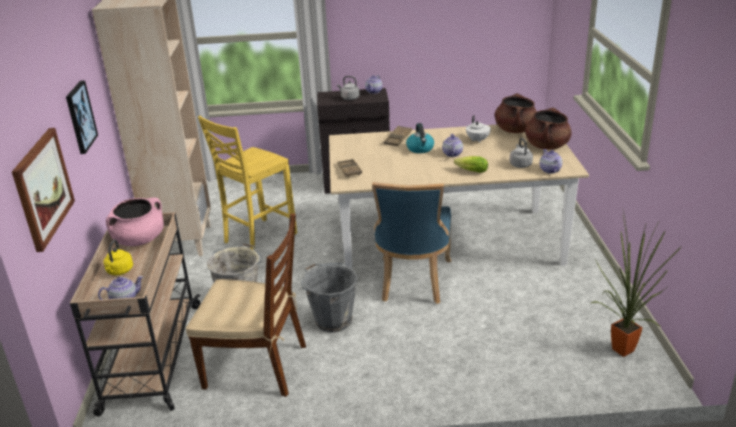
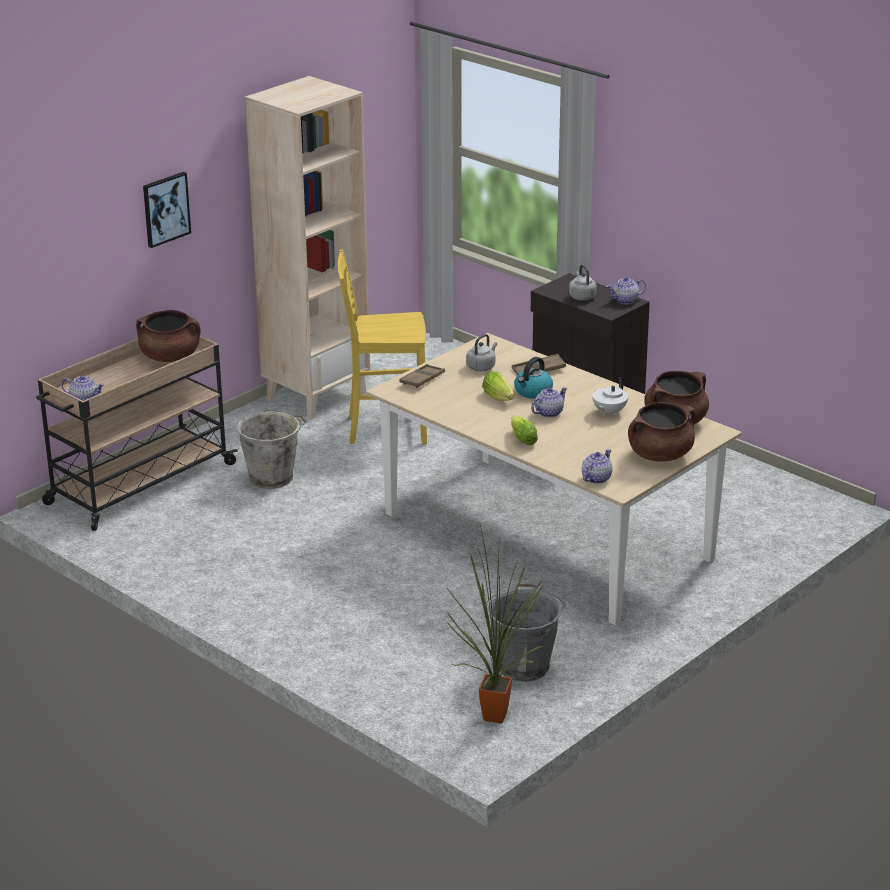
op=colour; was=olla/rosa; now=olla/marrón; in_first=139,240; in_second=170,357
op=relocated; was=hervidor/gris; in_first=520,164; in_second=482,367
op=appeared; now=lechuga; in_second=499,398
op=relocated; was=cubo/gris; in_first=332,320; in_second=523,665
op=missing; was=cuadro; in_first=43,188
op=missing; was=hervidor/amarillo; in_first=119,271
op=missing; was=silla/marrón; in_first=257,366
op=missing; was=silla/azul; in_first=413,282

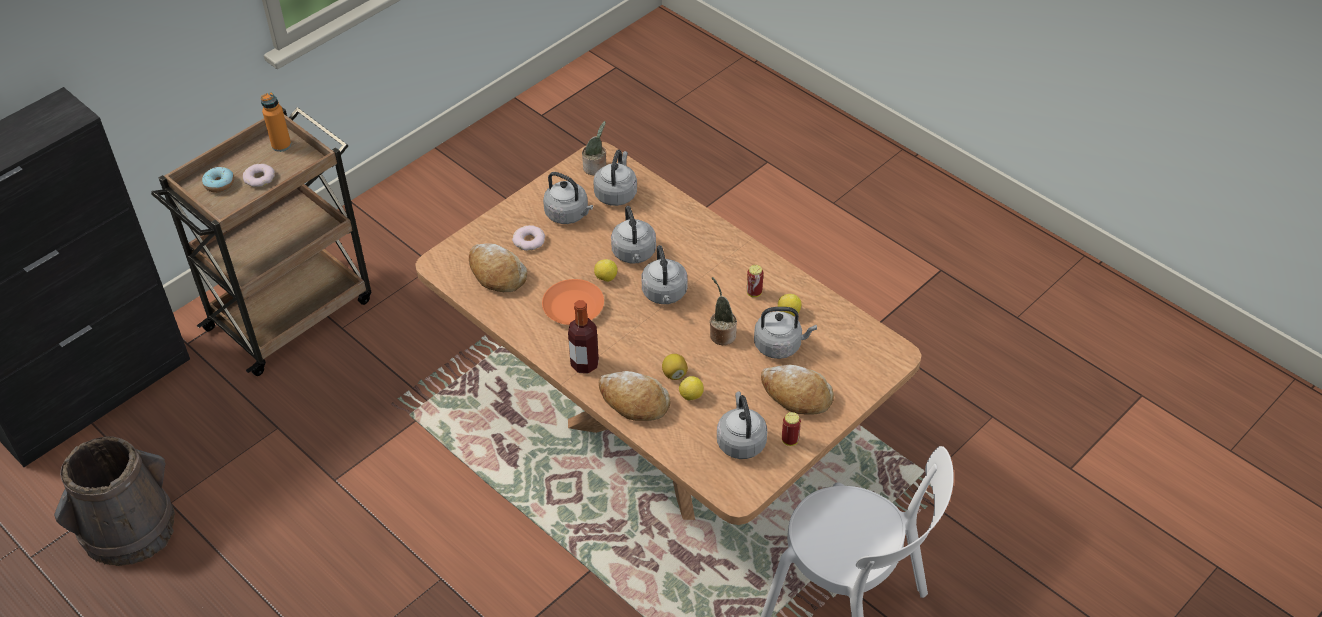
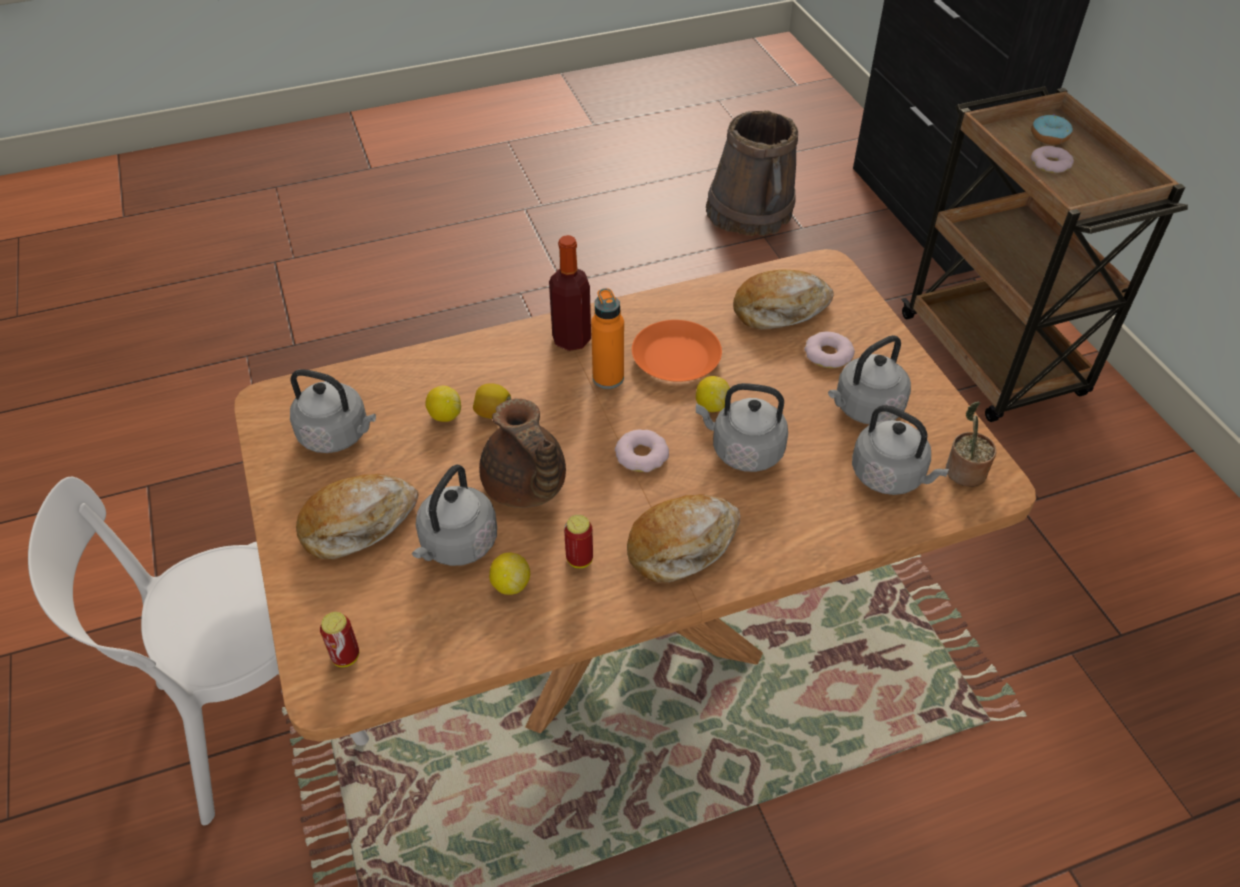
op=relocated; was=lata; in_first=790,440; in_second=345,656
op=exchanged; was=planta en maceta; now=tetera/marrón; in_first=721,334; in_second=525,487
op=relocated; was=botella/naranja; in_first=281,145; in_second=608,378
op=exchanged; was=hervidor/gris; now=rosquilla; in_first=665,294; in_second=642,455
op=relocated; was=pan; in_first=634,401; in_second=682,545

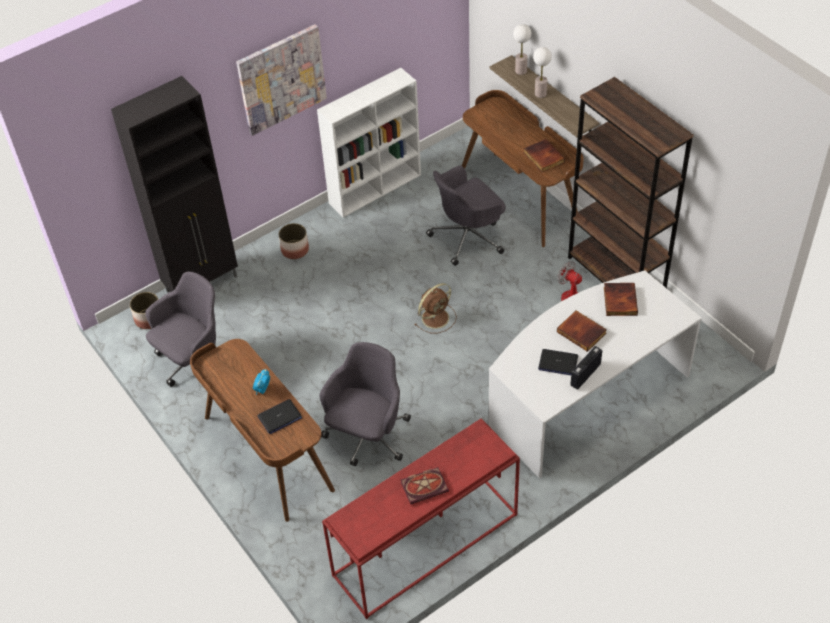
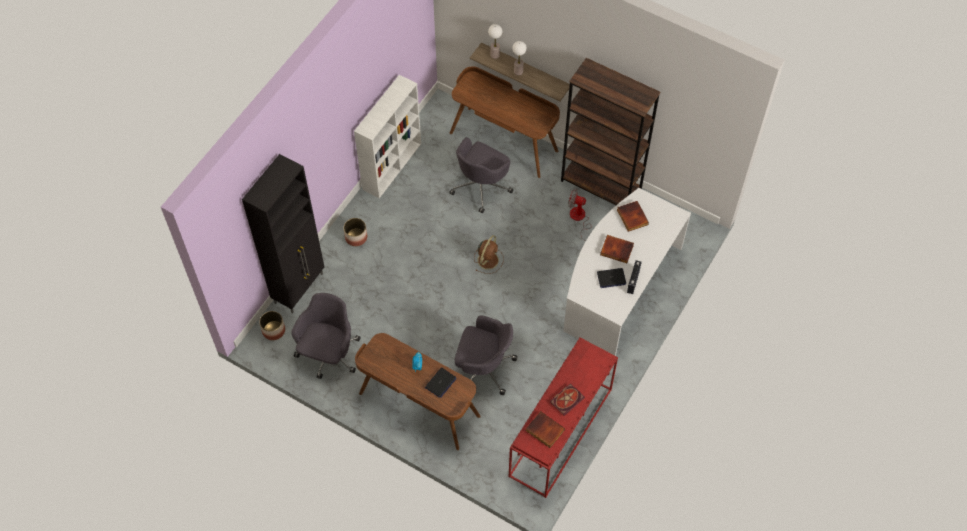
op=spun; was=silla de oficina/gris; in_first=367,436; in_second=483,368; clockwise=105
op=relocated; was=libro; in_first=543,157; in_second=544,430
op=missing; was=cuadro; in_first=281,79

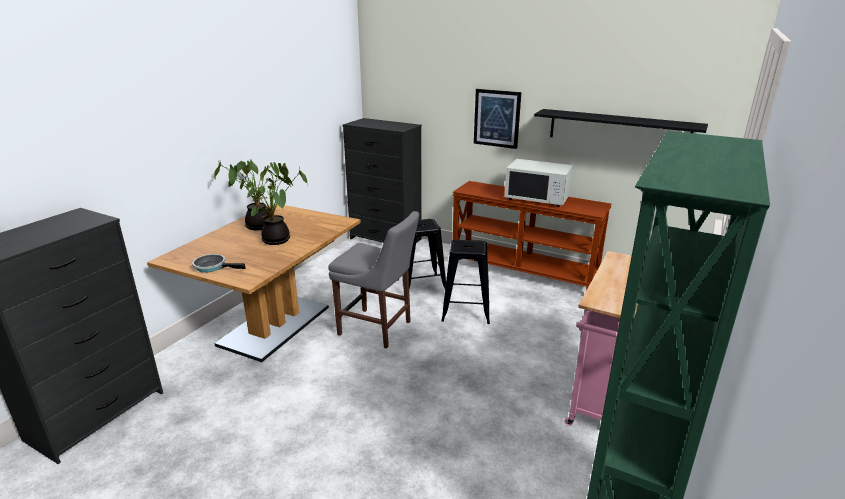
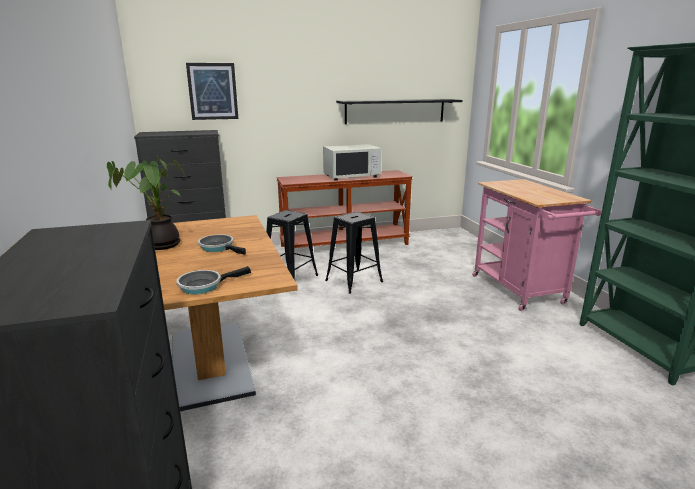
op=relocated; was=cuadro; in_first=497,118; in_second=212,91
op=exchanged; was=planta en maceta; now=sartén; in_first=277,241; in_second=219,247
op=missing; was=silla/gris; in_first=378,329

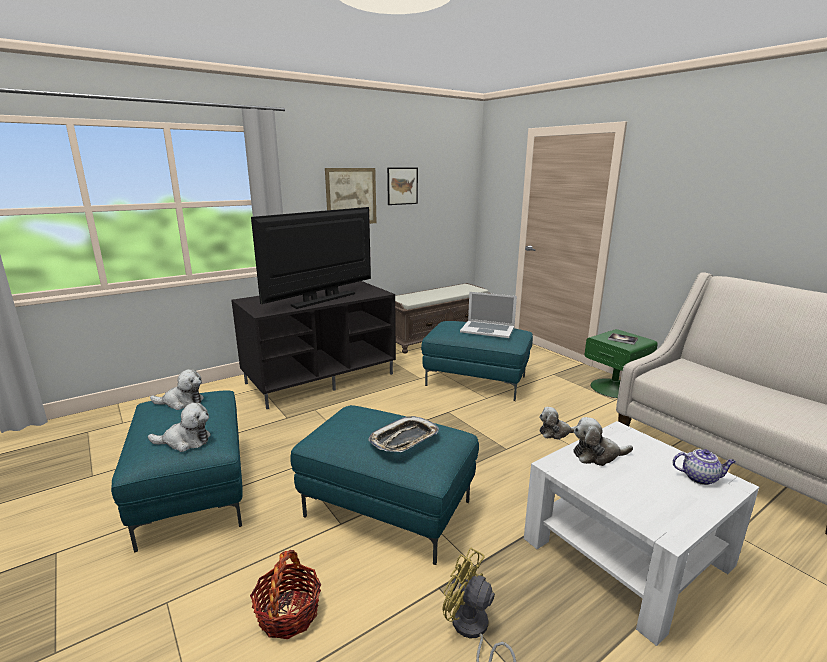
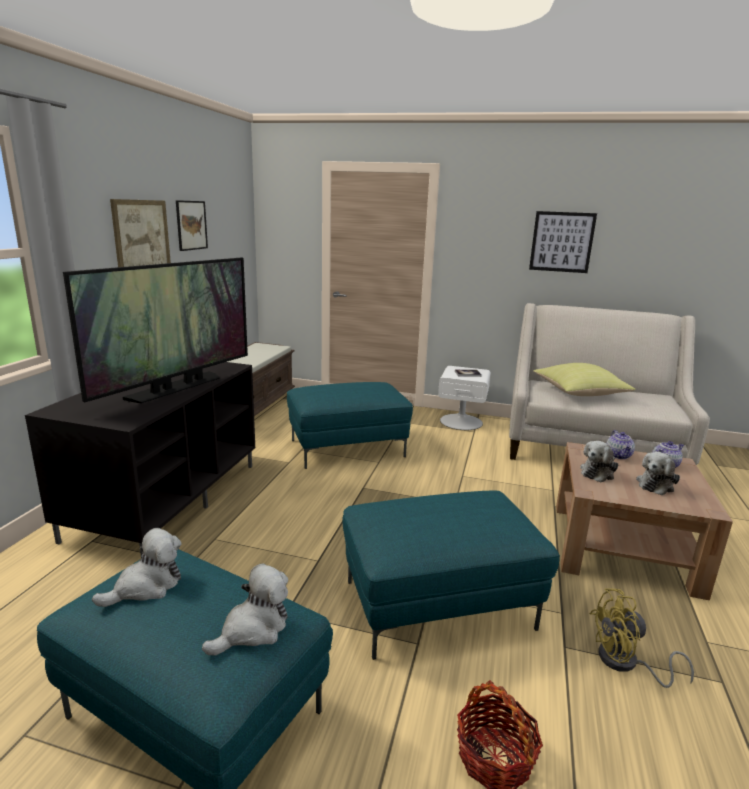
op=spun; was=televisor; in_first=323,299; in_second=176,388; clockwise=-150
op=colour; was=mesita de noche/verde; now=mesita de noche/blanco; in_first=614,388; in_second=461,421
op=appeared; now=cuadro; in_second=562,242
op=appeared; now=cojín/amarillo; in_second=579,394
op=colour; was=mesa de centro/blanco; now=mesa de centro/marrón; in_first=626,552; in_second=622,547
op=appeared; now=tetera; in_second=618,455
op=relocated; was=peluche; in_first=555,433; in_second=656,484
op=missing; was=bandeja; in_first=404,439
op=missing; was=portátil; in_first=487,329

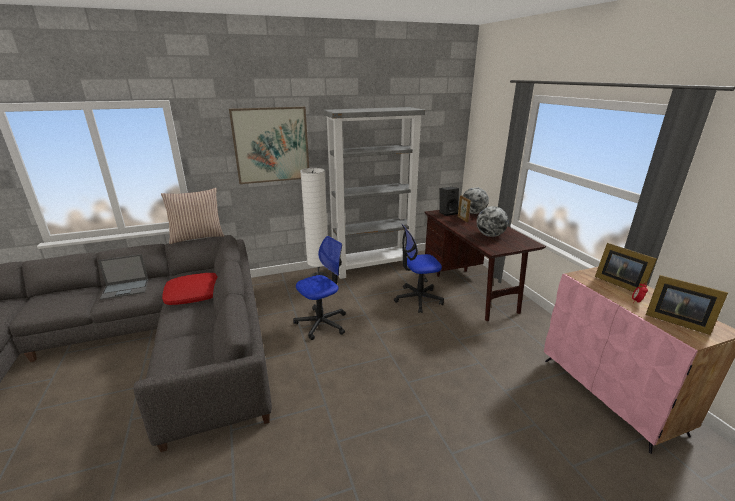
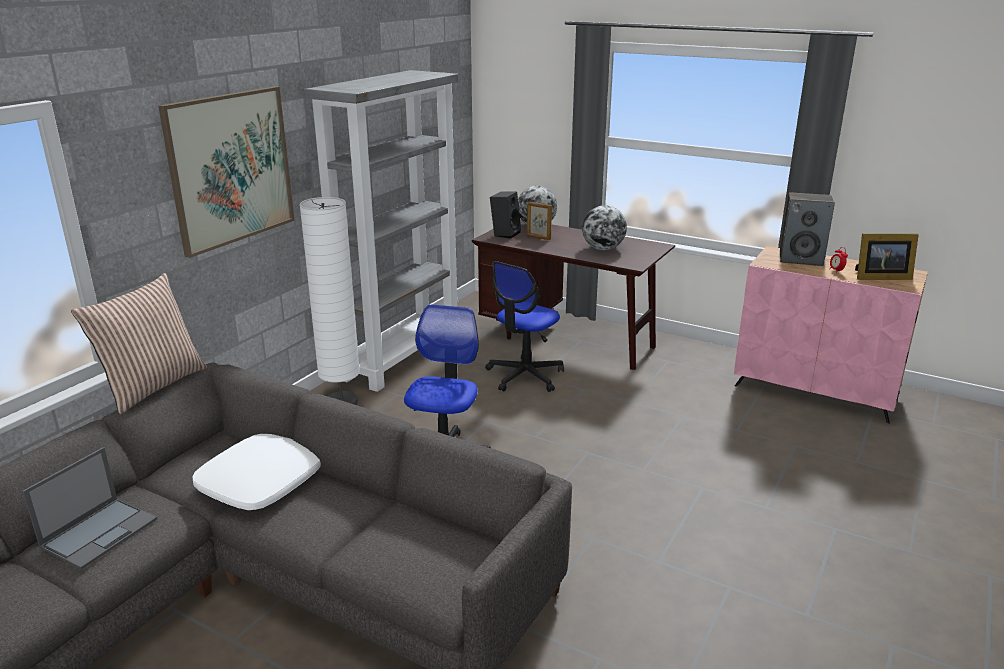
op=colour; was=cojín/rojo; now=cojín/blanco; in_first=194,294; in_second=260,482
op=exchanged; was=portarretratos; now=altavoz; in_first=618,283; in_second=801,259

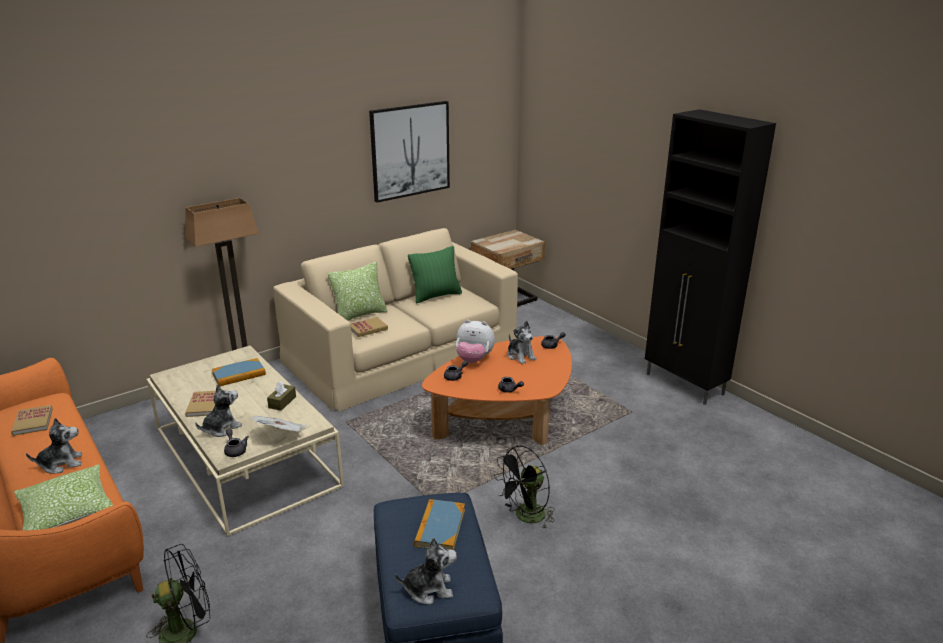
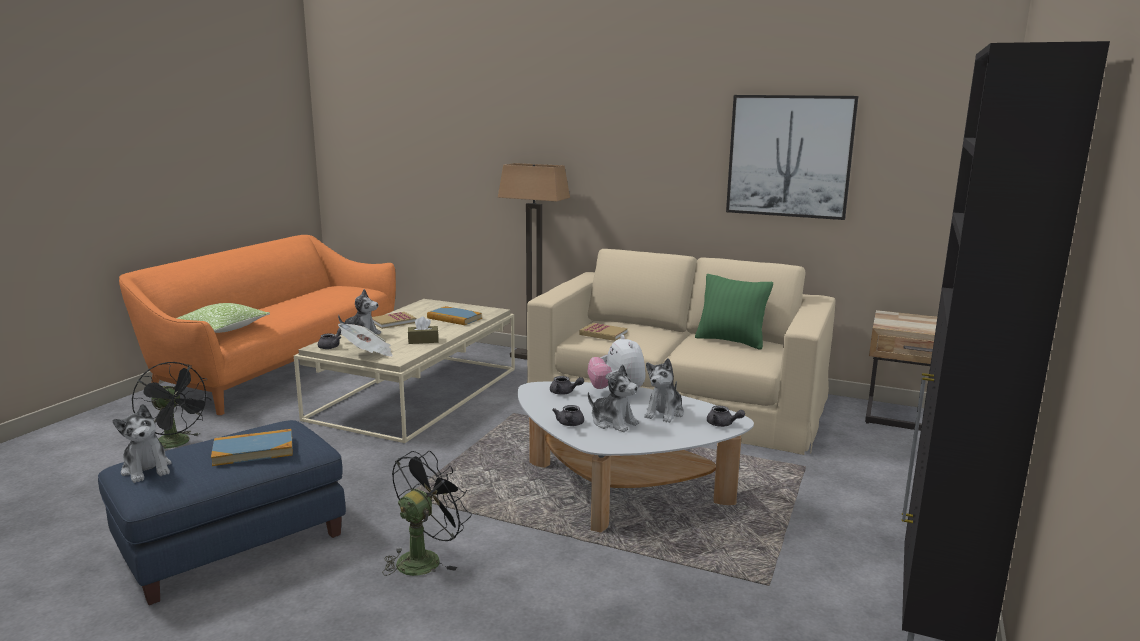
op=spun; was=ventilador/negro; in_first=526,517; in_second=424,558; clockwise=105
op=colour; was=mesa de centro/naranja; now=mesa de centro/blanco; in_first=506,420; in_second=620,493
op=relocated; was=peluche; in_first=61,464; in_second=613,422
op=missing; was=libro; in_first=33,422
op=missing; was=cojín; in_first=360,315

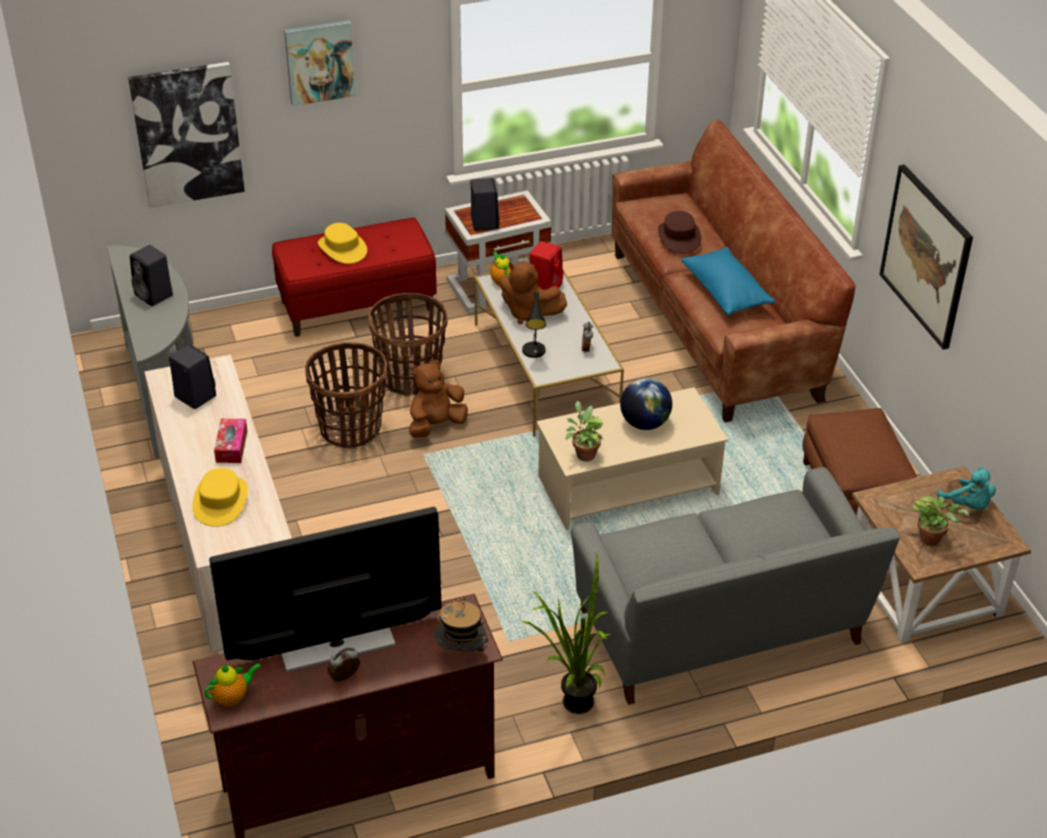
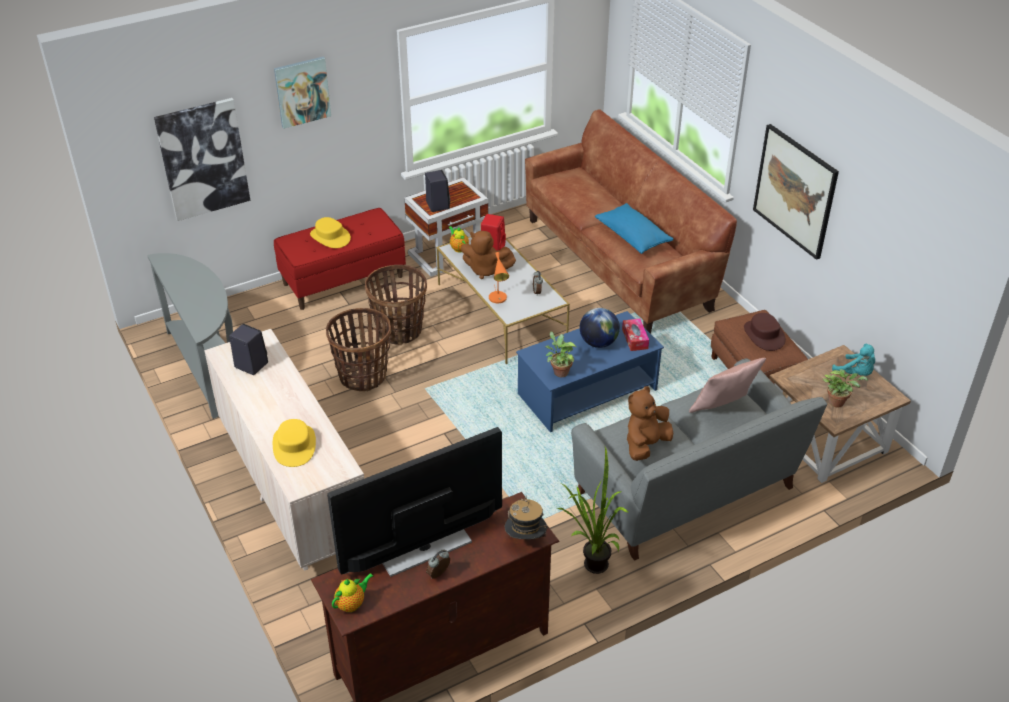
op=colour; was=lámpara de mesa/negro; now=lámpara de mesa/naranja; in_first=534,353; in_second=498,299
op=colour; was=mesa de centro/beis; now=mesa de centro/azul; in_first=627,486; in_second=586,392
op=relocated; was=caja de pañuelos; in_first=231,446; in_second=635,339
op=relocated; was=peluche/marrón; in_first=436,425; in_second=645,445
op=appeared; now=cojín/rosa; in_second=723,409
op=relocated; was=sombrero/marrón; in_first=679,237; in_second=763,335
op=missing; was=altavoz/negro; in_first=155,295

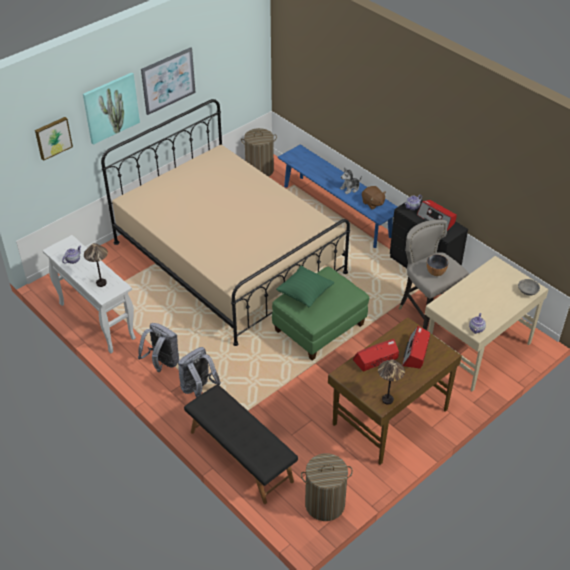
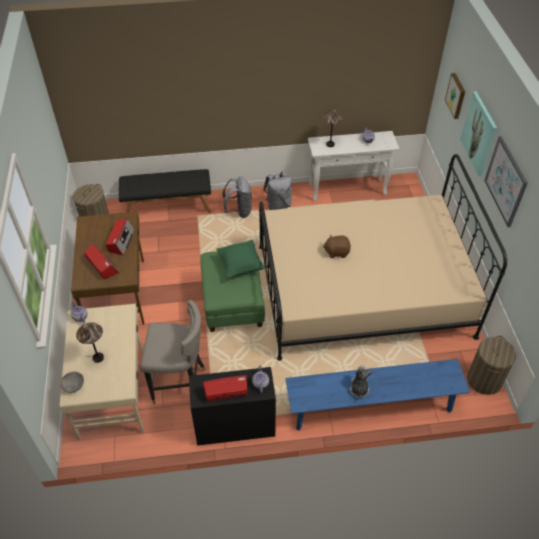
op=relocated; was=lámpara de mesa; in_first=387,400; in_second=98,358
op=relocated; was=peluche/marrón; in_first=372,203; in_second=337,252
op=missing; was=cuenco; in_first=435,272

